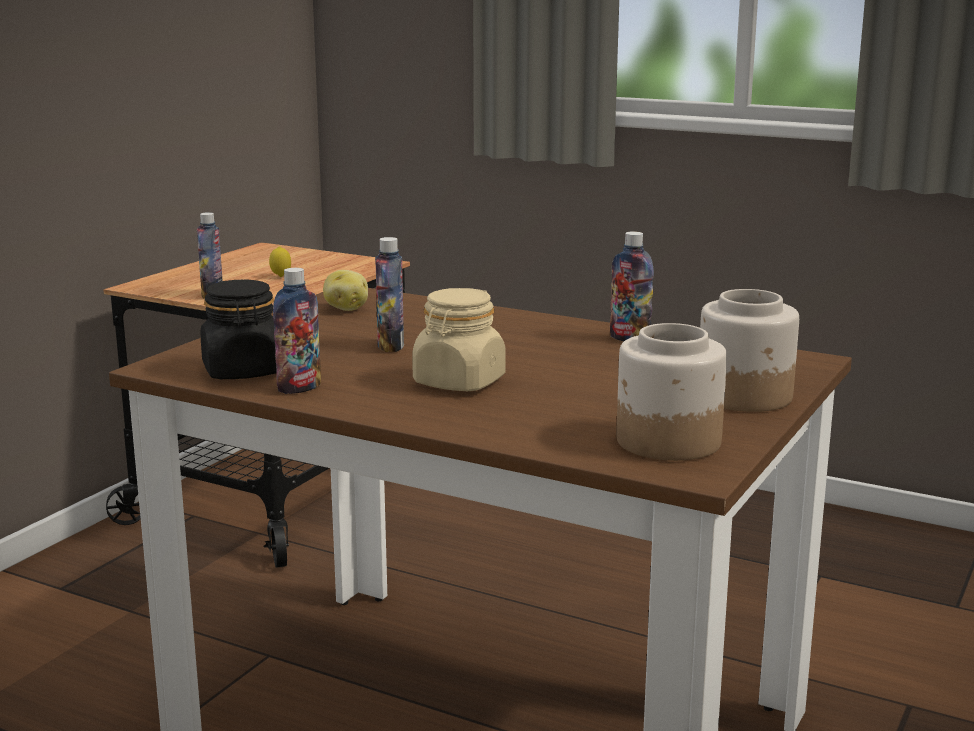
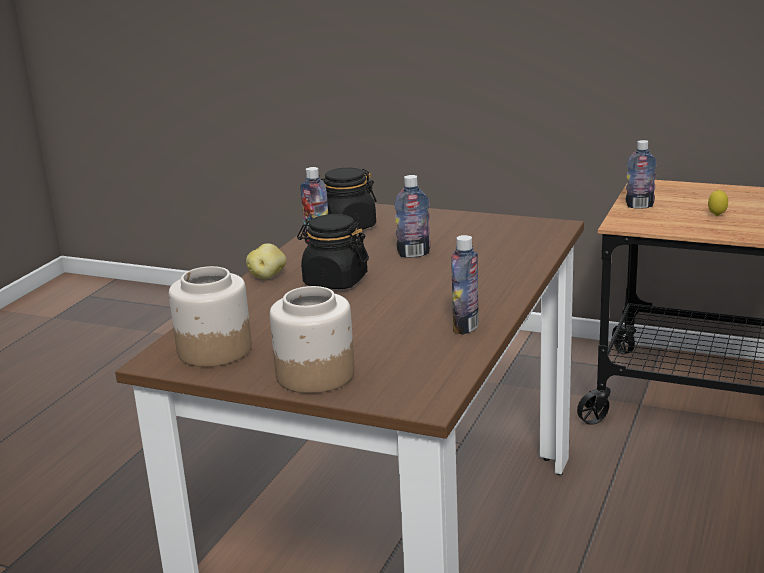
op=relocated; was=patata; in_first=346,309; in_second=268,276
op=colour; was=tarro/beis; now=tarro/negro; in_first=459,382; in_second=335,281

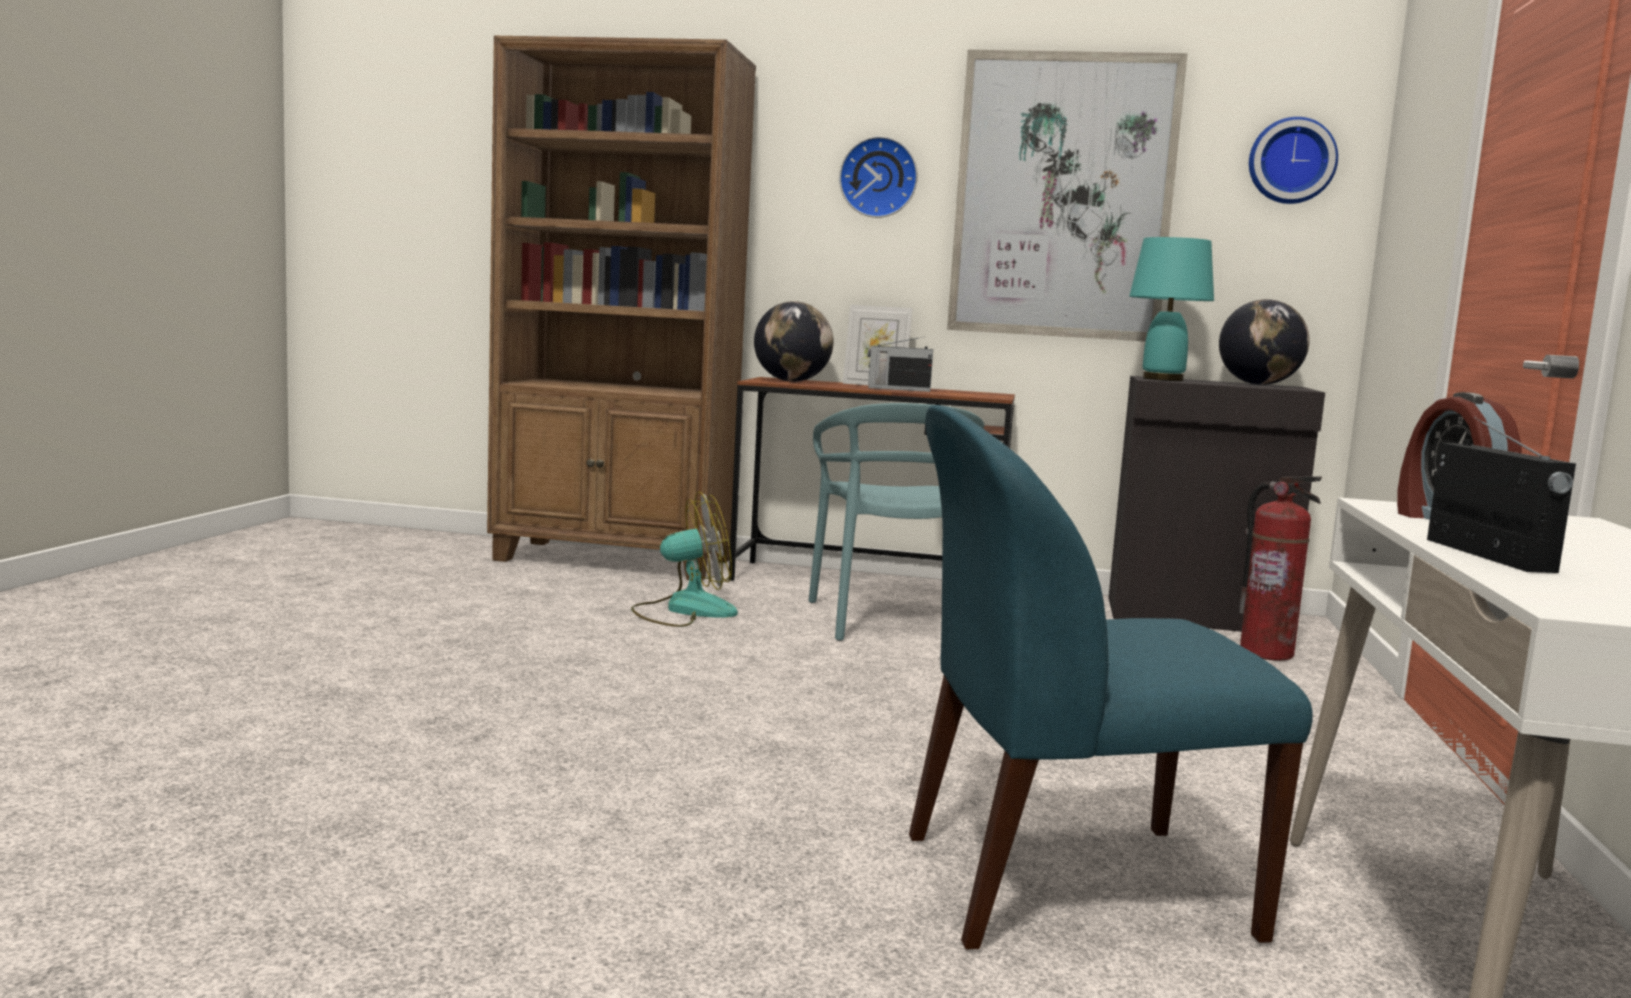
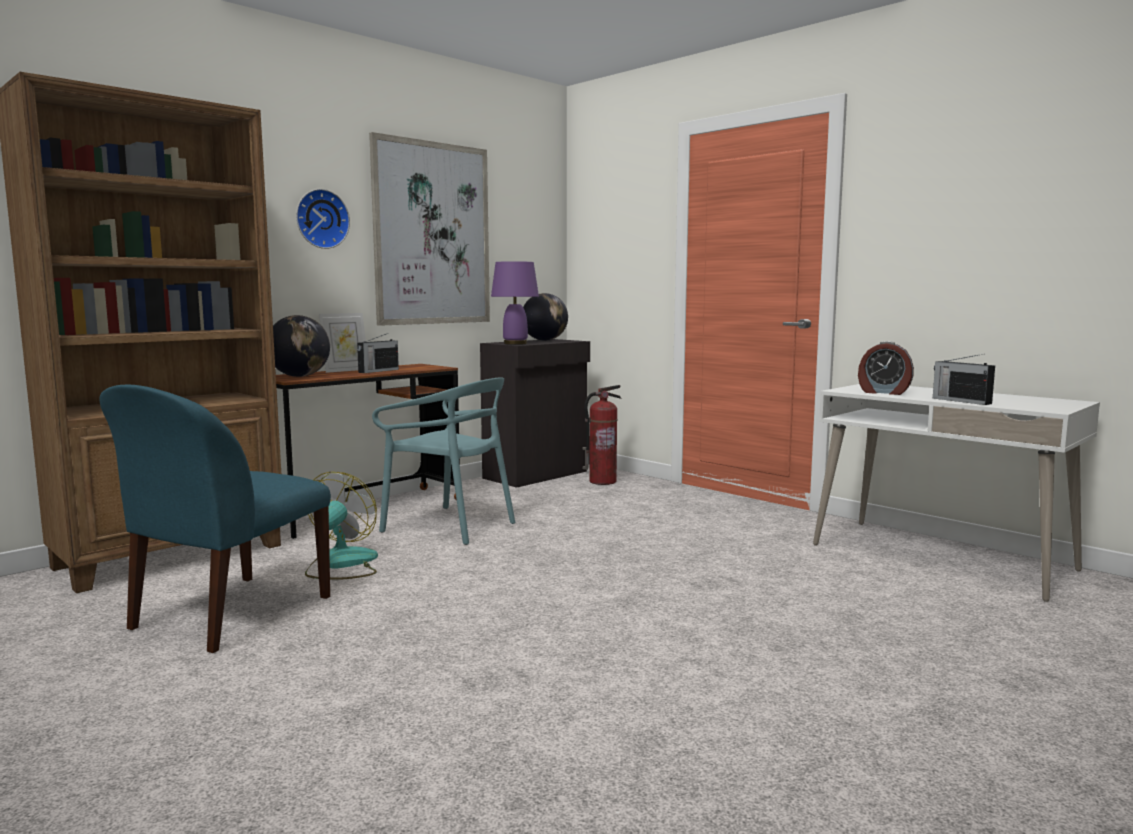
op=relocated; was=silla/azul; in_first=1066,885; in_second=229,614
op=colour; was=lámpara de mesa/turquesa; now=lámpara de mesa/morado; in_first=1163,379; in_second=516,343
op=spun; was=radio; in_first=1490,556; in_second=960,401; clockwise=-150
op=missing; was=reloj de pared; in_first=1291,161

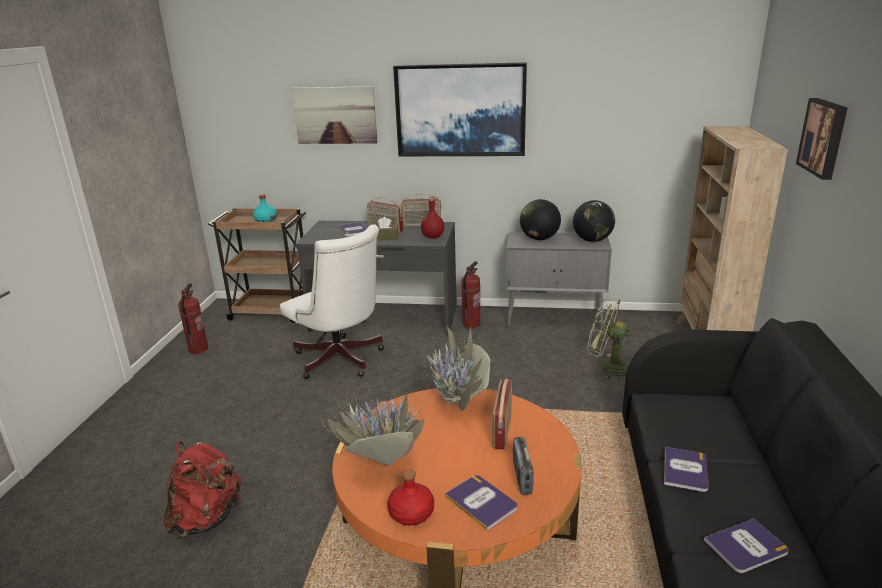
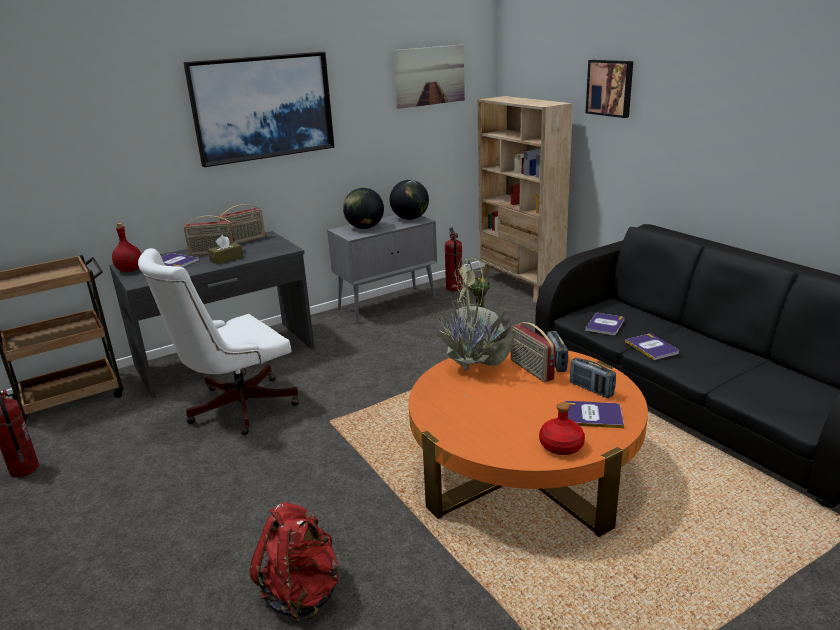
op=relocated; was=botella/rojo; in_first=433,237; in_second=130,270
op=spun; was=silla de oficina/blanco; in_first=341,361; in_second=235,408; clockwise=135
op=relocated; was=cuadro; in_first=335,115; in_second=429,76
op=relocated; was=extintor; in_first=471,324; in_second=453,288
op=appeared; now=radio; in_second=556,362
op=relocated; was=libro; in_first=746,546; in_second=605,325
op=missing; was=botella/turquesa; in_first=265,220
op=missing; was=planta en maceta; in_first=381,466

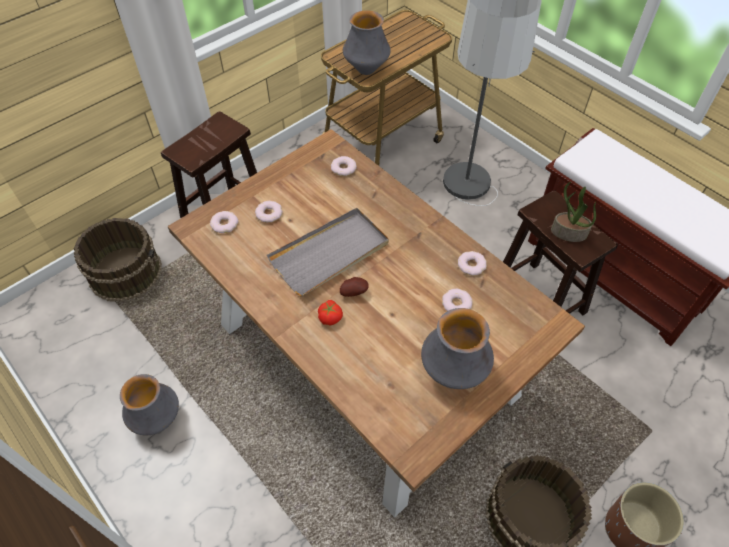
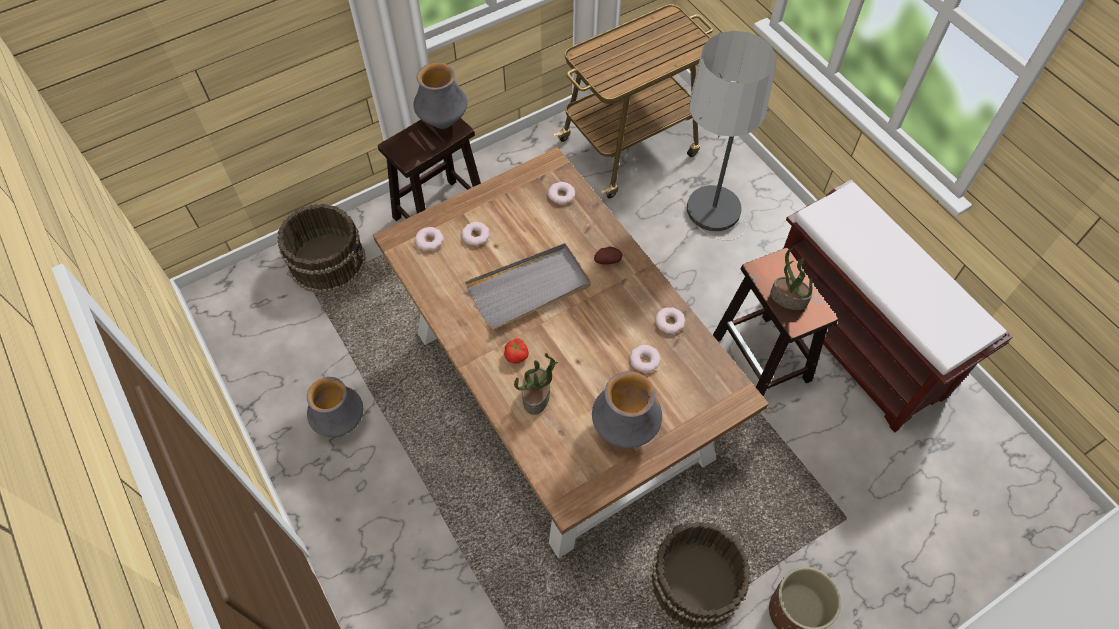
op=relocated; was=florero; in_first=366,70; in_second=443,122
op=appeared; now=planta en maceta; in_second=536,396
op=relocated; was=patata; in_first=353,292; in_second=607,260

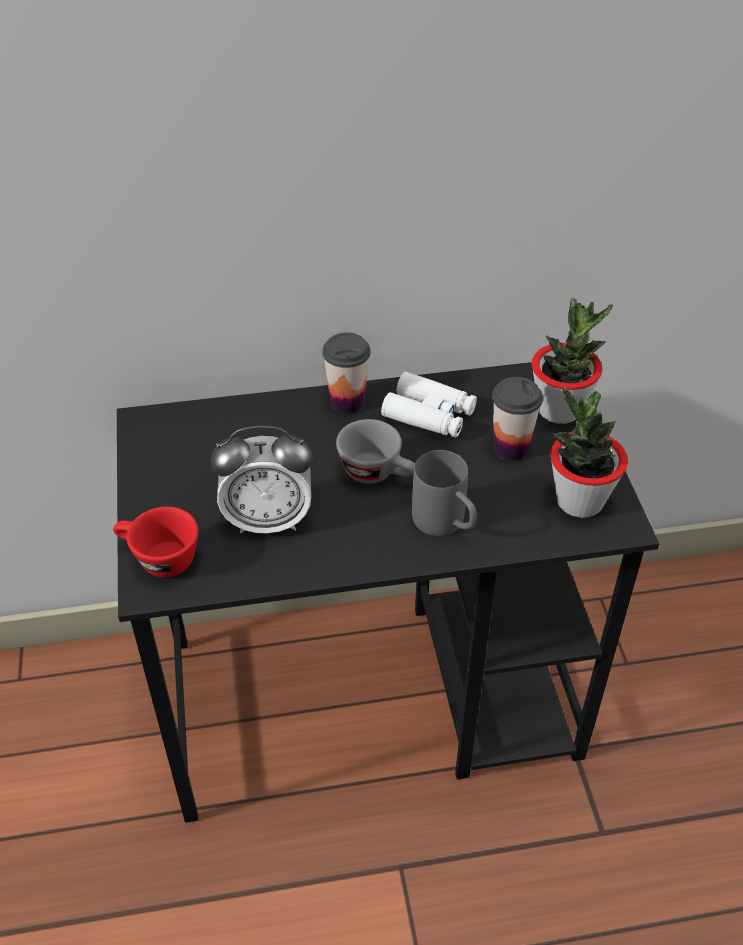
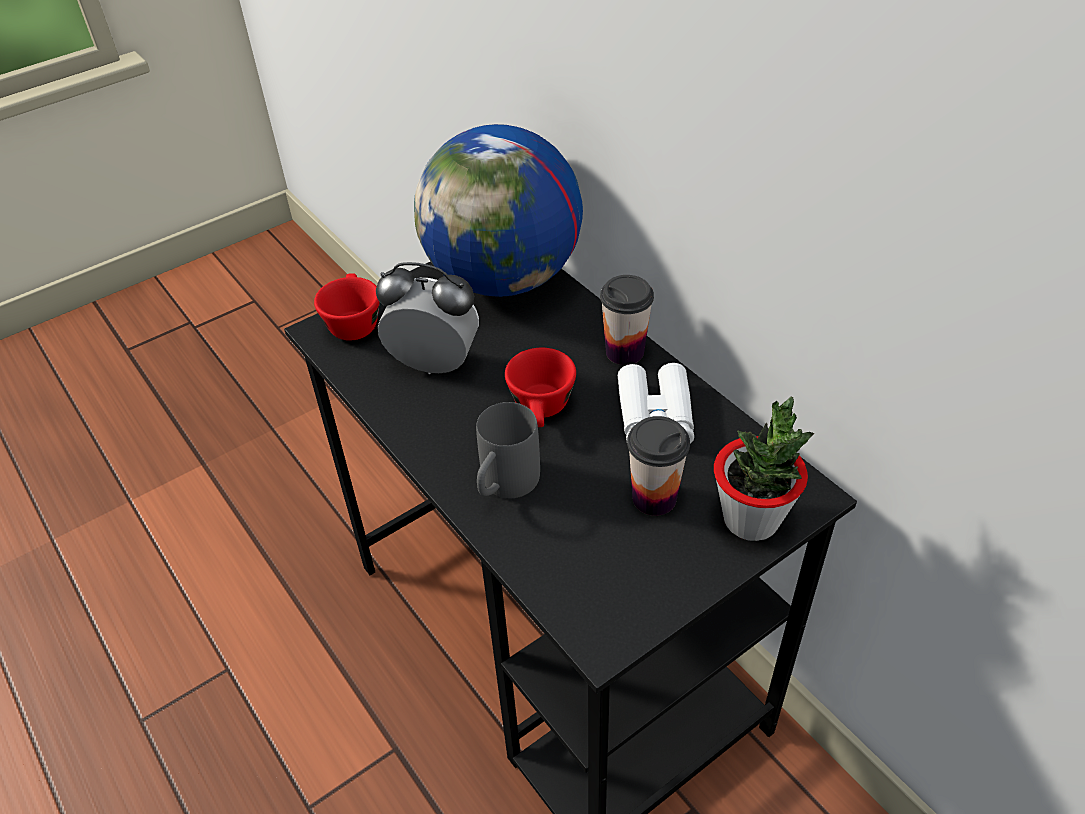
op=spun; was=despertador; in_first=268,520; in_second=434,364; clockwise=135
op=appeared; now=globo terráqueo; in_second=504,279
op=colour; was=taza/gris; now=taza/rojo; in_first=378,473; in_second=542,410
op=missing; was=planta en maceta; in_first=579,501

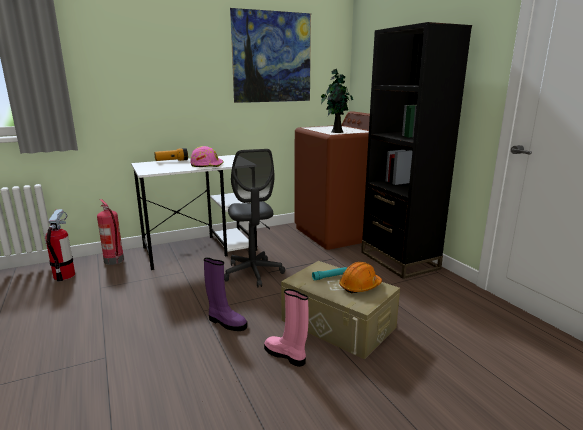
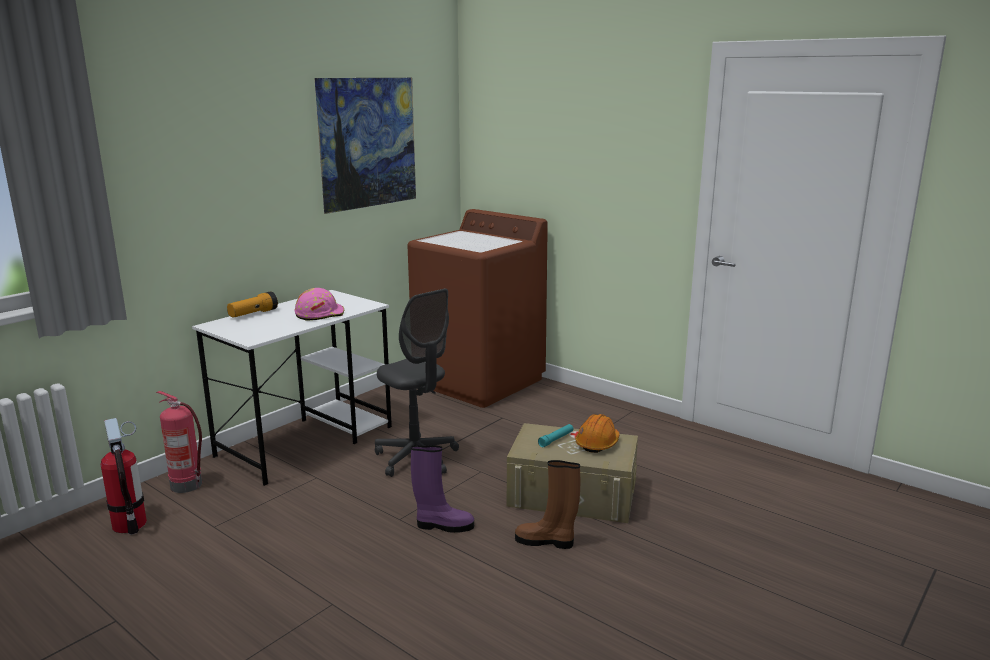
op=colour; was=bota/rosa; now=bota/marrón; in_first=286,355; in_second=546,541
op=missing; was=planta en maceta; in_first=336,132
op=missing; was=estantería/negro; in_first=399,260

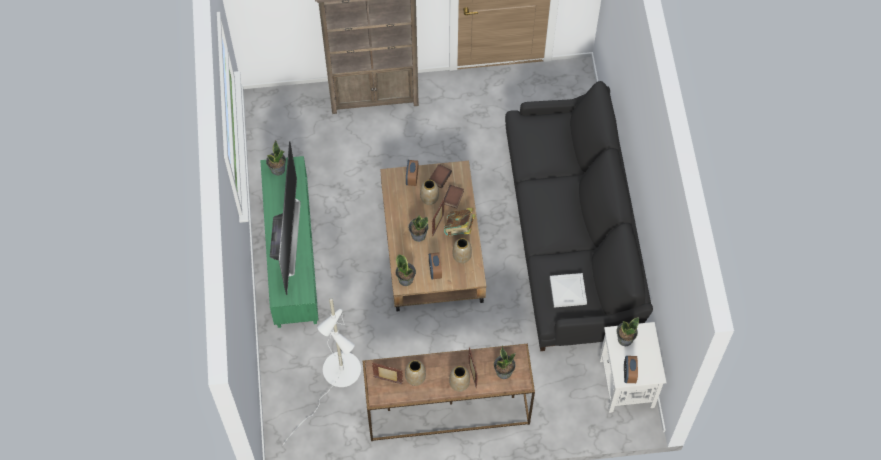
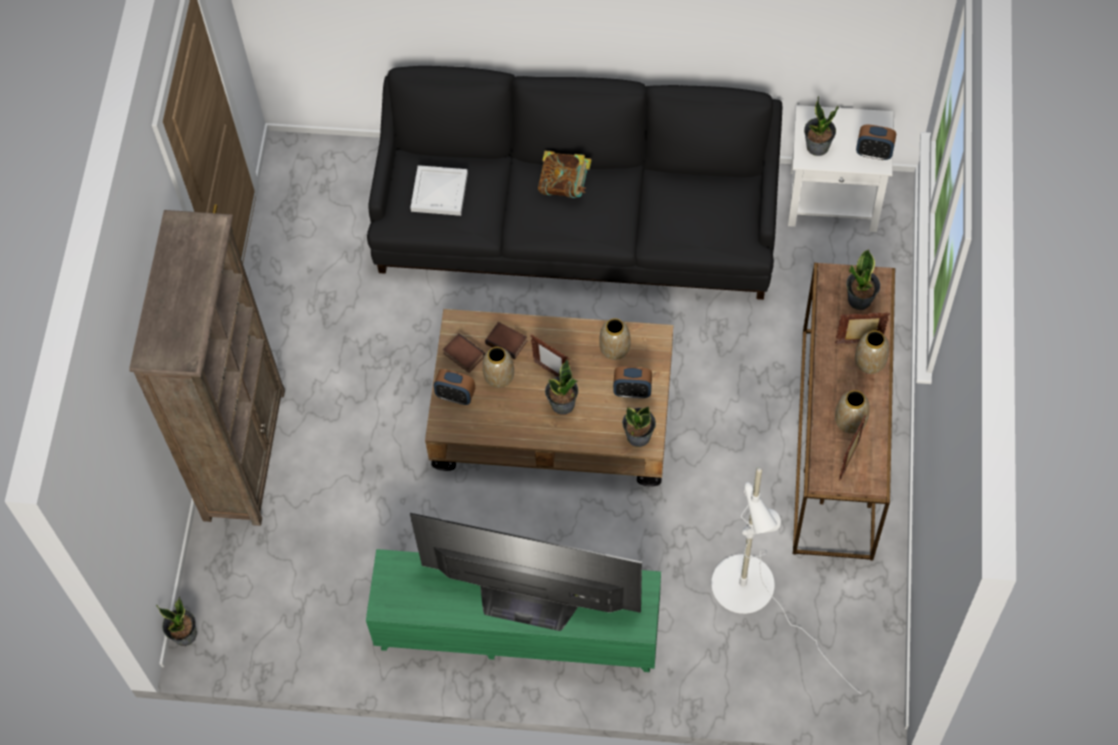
op=relocated; was=planta en maceta; in_first=277,169; in_second=185,635
op=relocated; was=bandeja/blanco; in_first=567,291; in_second=440,193
op=relocated; was=libro; in_first=459,228; in_second=565,185

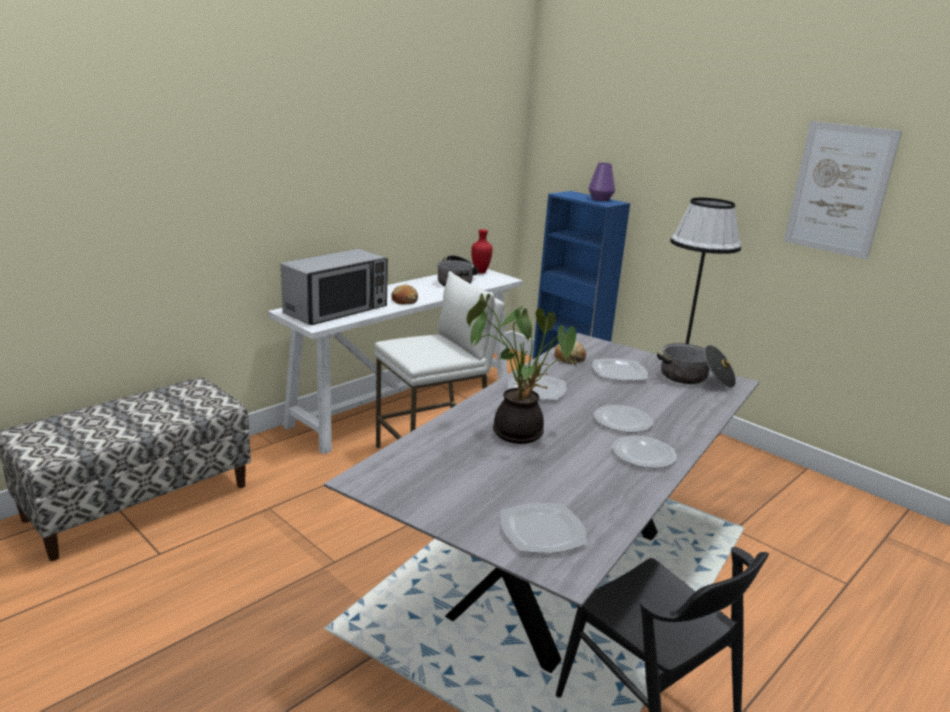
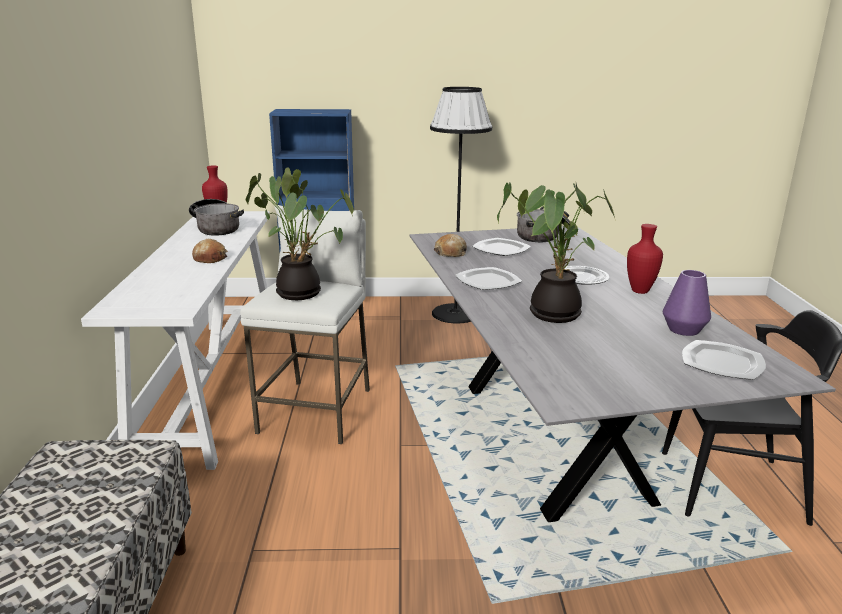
op=appeared; now=planta en maceta; in_second=302,292
op=exchanged; was=plato; now=florero/rojo; in_first=642,455; in_second=640,291
op=relocated; was=florero/morado; in_first=600,199; in_second=683,330
op=missing; was=microondas; in_first=337,310
op=missing; was=cuadro; in_first=839,189

